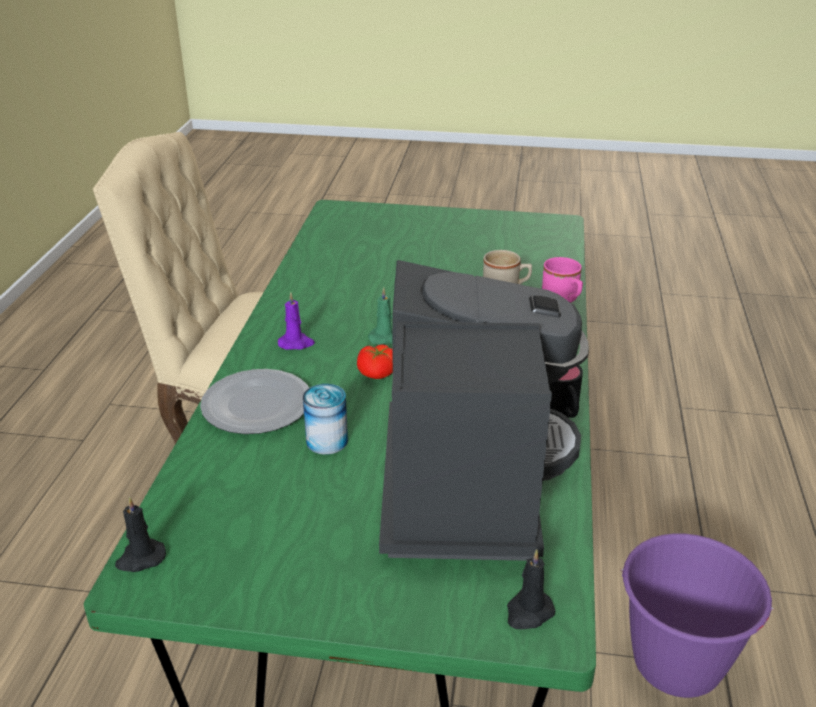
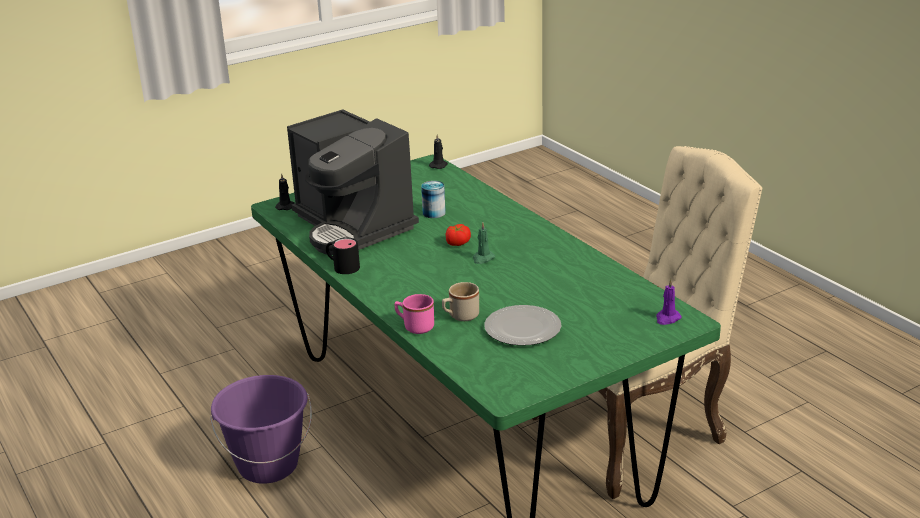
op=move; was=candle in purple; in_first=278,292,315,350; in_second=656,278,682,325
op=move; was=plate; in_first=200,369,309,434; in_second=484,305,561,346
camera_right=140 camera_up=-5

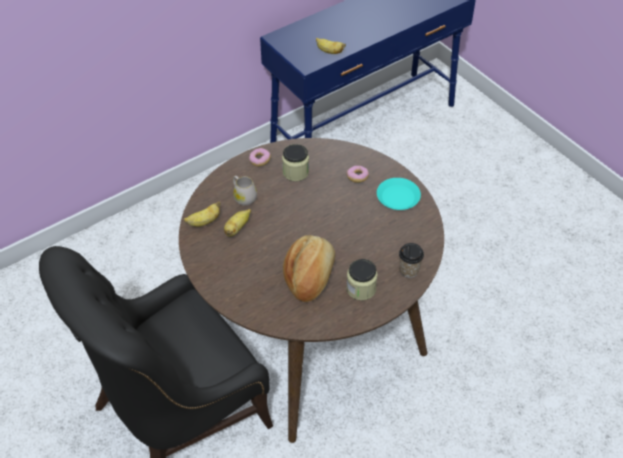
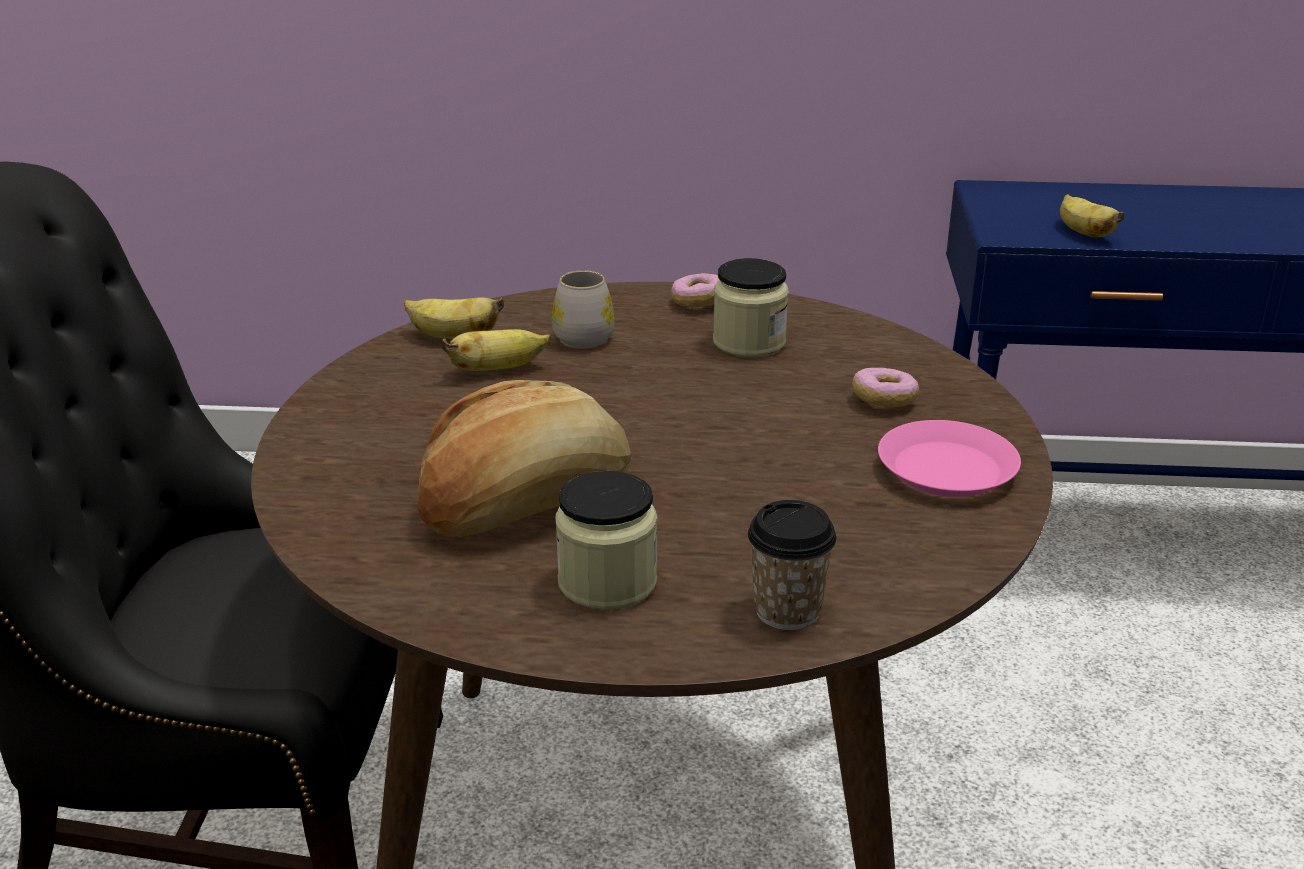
op=recolor; was=plate in turquoise; now=plate in pink; in_first=377,178,421,210; in_second=878,420,1021,497
camera_right=40 camera_up=-20

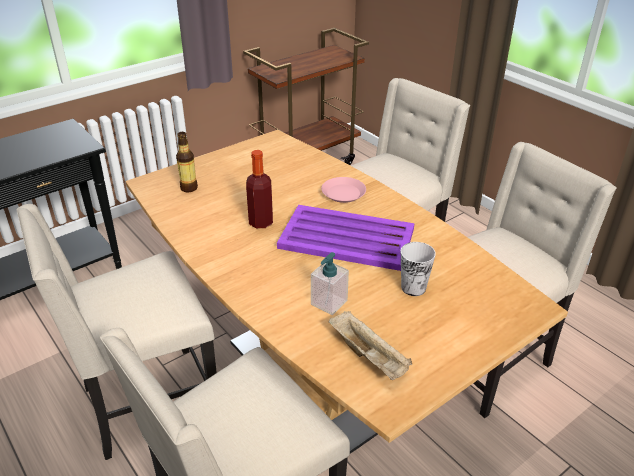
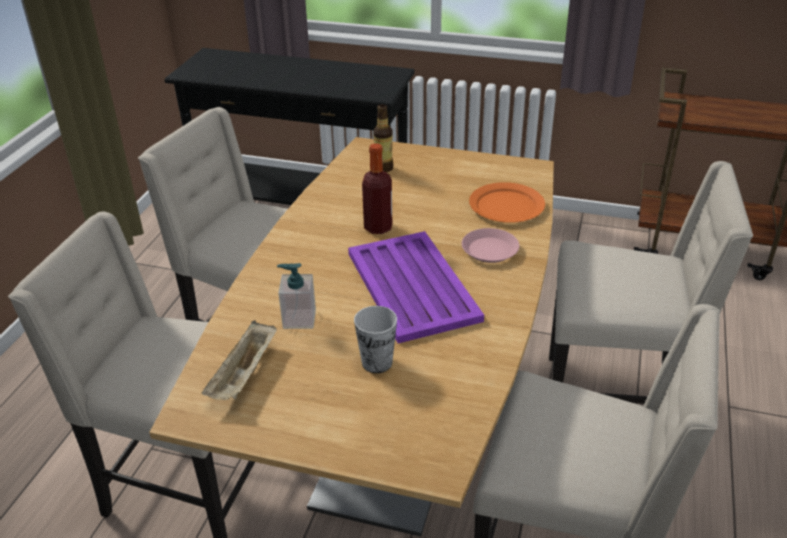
op=insert; now=plate in orange; in_second=469,182,545,223
camera_right=55 camera_up=0

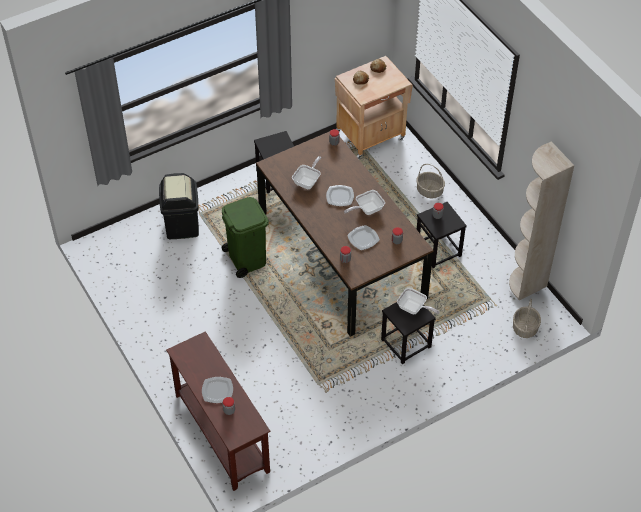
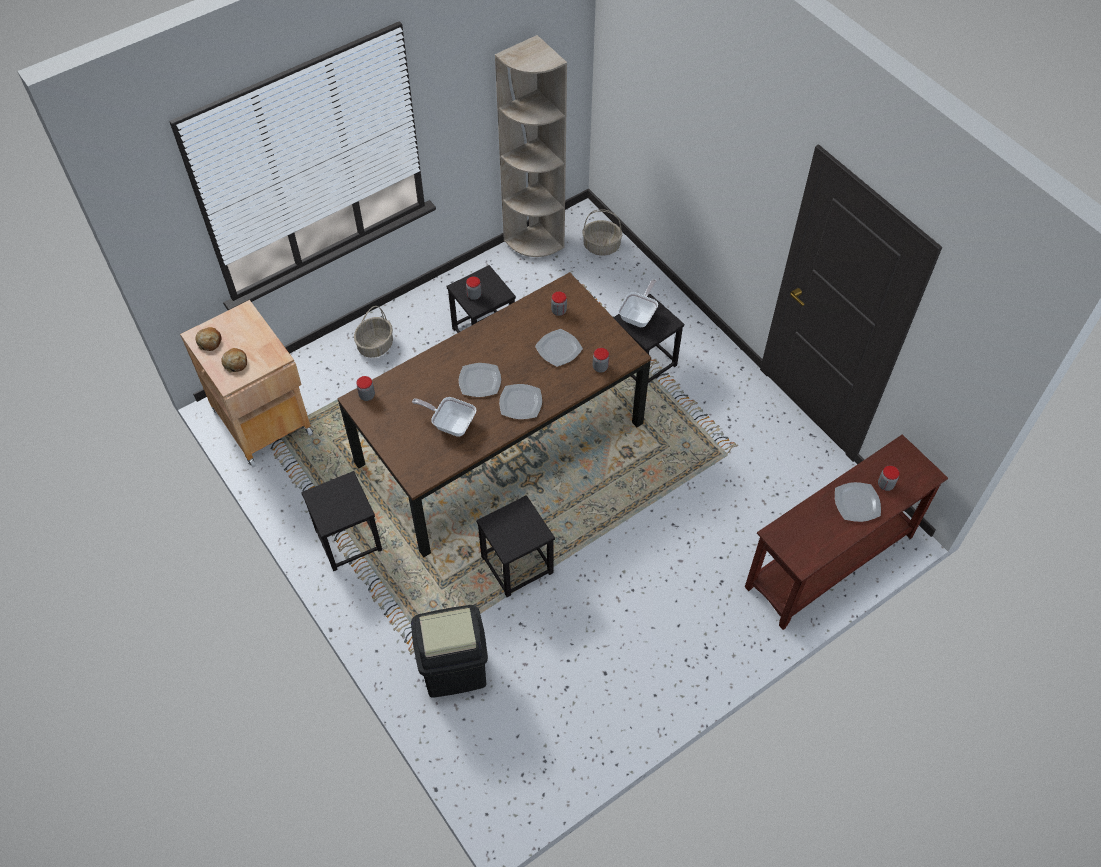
op=delete; was=frying pan; in_first=344,190,385,215
op=replace; was=trash can in green; now=stool in black; in_first=222,197,269,278; in_second=476,495,555,597
op=insert; now=plate; in_second=499,384,542,419
camera_right=-95 camera_up=5

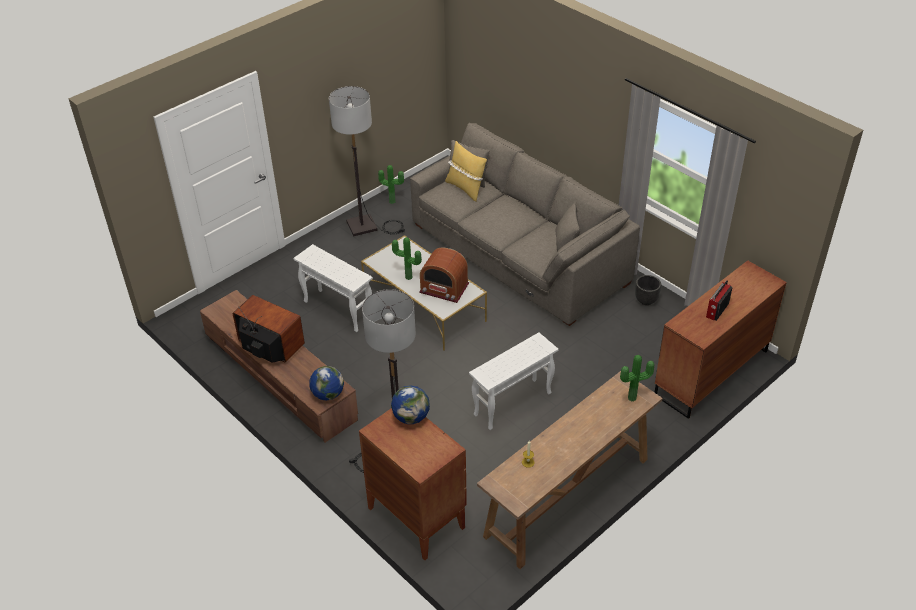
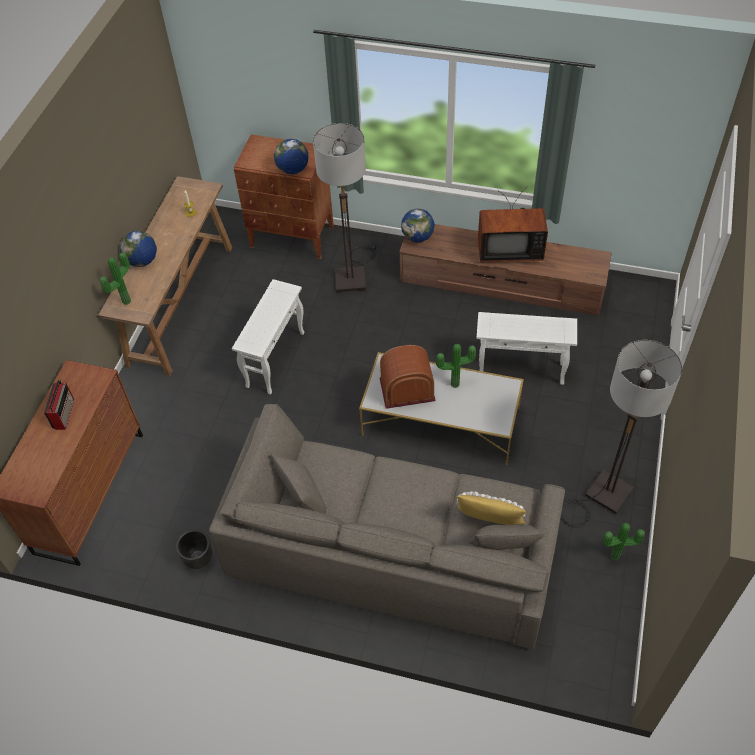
op=insert; now=globe; in_second=120,231,157,267
camera_right=150 camera_up=10

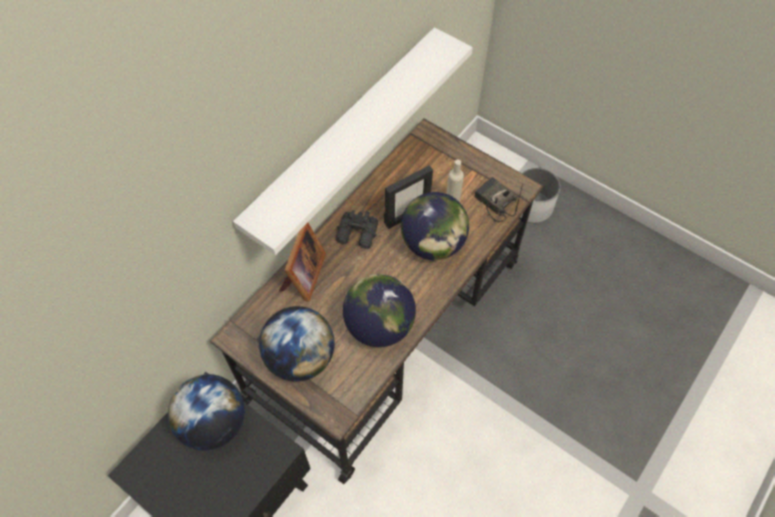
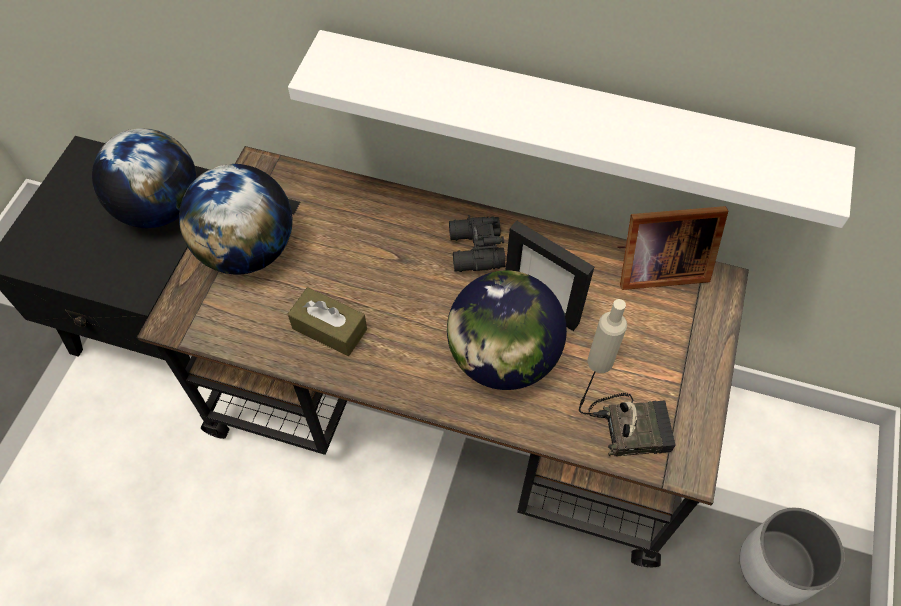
op=rotate; was=radio; in_first=475,177,523,222; in_second=579,371,676,457; clockwise=60
op=move; was=picture frame; in_first=279,223,326,302; in_second=617,206,728,290
op=replace; was=globe; now=tissue box in brown; in_first=343,274,416,347; in_second=288,287,367,356
camera_right=70 camera_up=0

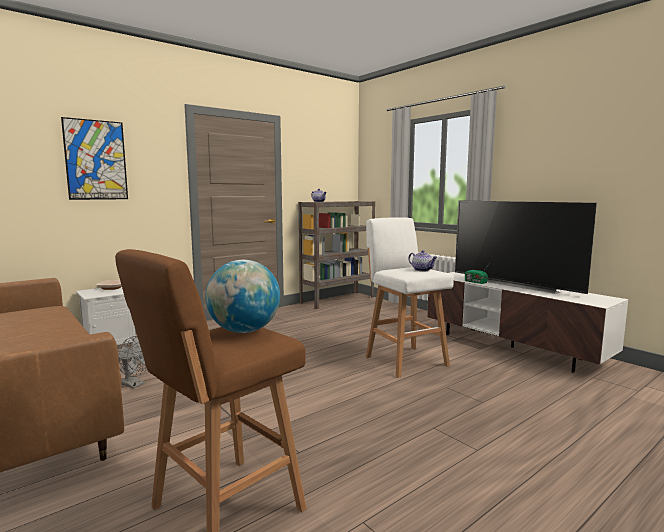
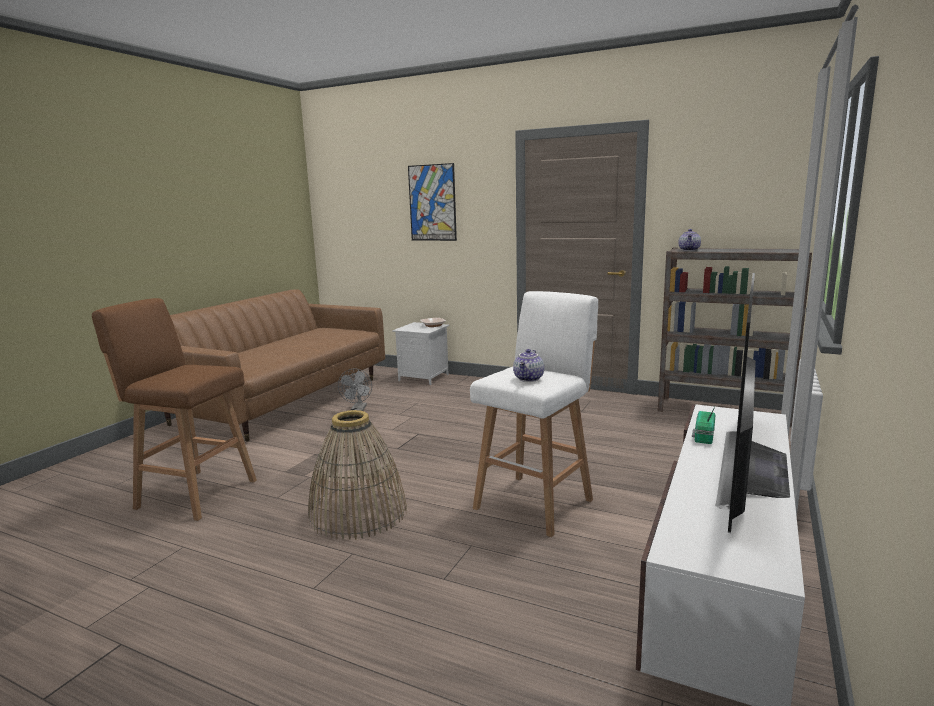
op=delete; was=globe; in_first=205,260,280,333
op=insert; now=basket; in_second=308,410,407,540
camera_right=65 camera_up=5

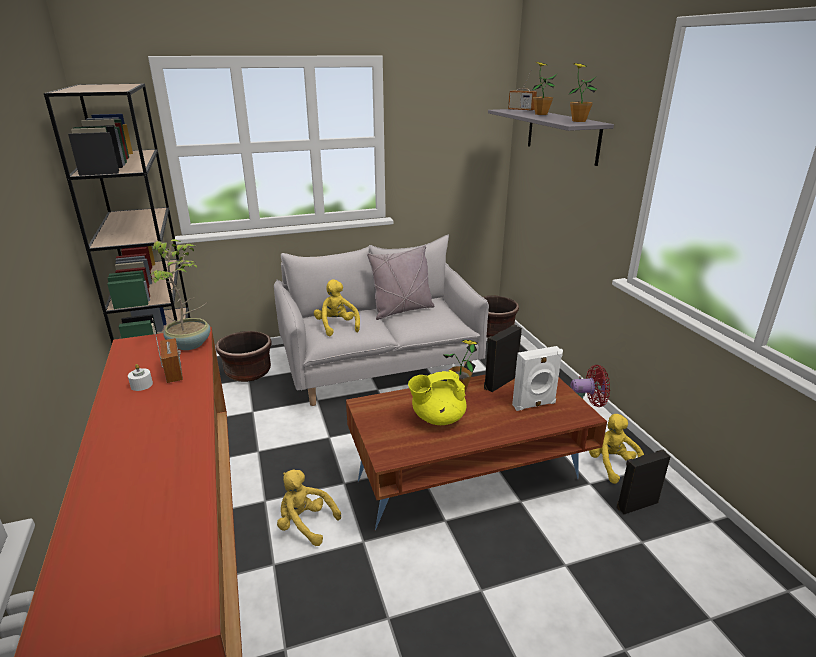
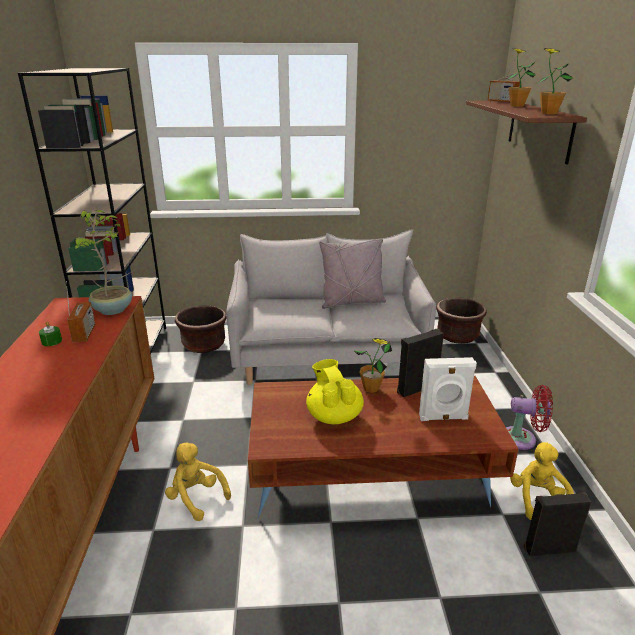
op=recolor; was=shelf in grey; now=shelf in brown; in_first=488,109,614,166; in_second=466,101,587,165
op=delete; was=plush toy in yellow; in_first=314,279,360,336
op=recolor; was=candle in white; now=candle in green; in_first=128,364,153,391; in_second=39,321,62,346
op=rotate; was=teapot in yellow; in_first=408,370,467,425; in_second=306,359,364,424; clockwise=75
camera_right=15 camera_up=0

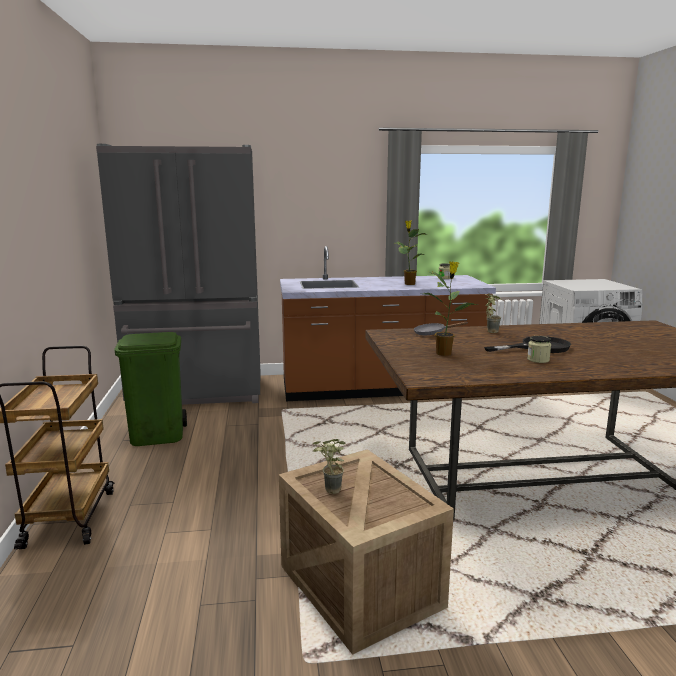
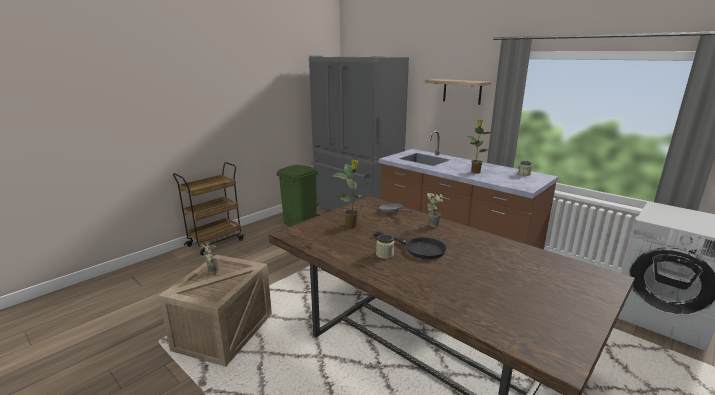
op=insert; now=shelf; in_second=425,79,491,105
camera_right=50 camera_up=5

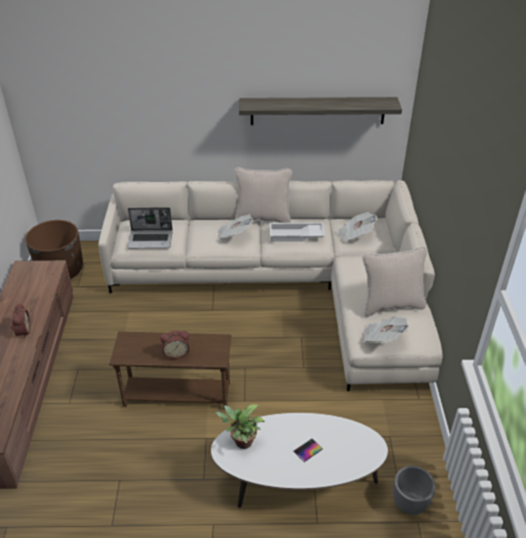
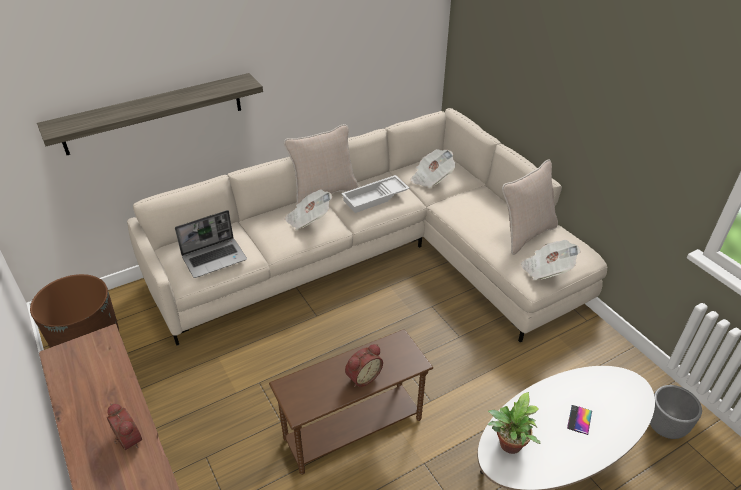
op=move; was=shelf; in_first=239,97,402,125; in_second=37,73,263,155
camera_right=-30 camera_up=0

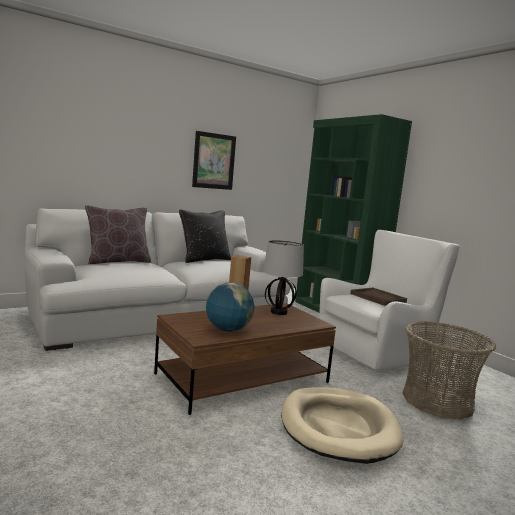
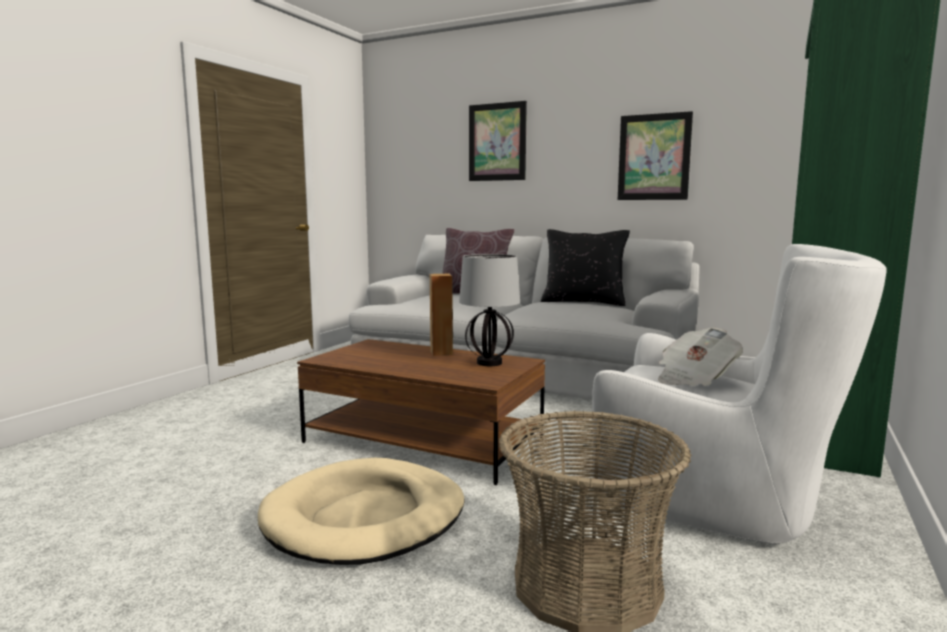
op=delete; was=globe; in_first=206,282,255,332
op=replace; was=tray in brown; now=newspaper; in_first=350,288,407,306; in_second=658,328,743,386
op=insert; now=picture; in_second=469,101,527,181
camera_right=60 camera_up=0

